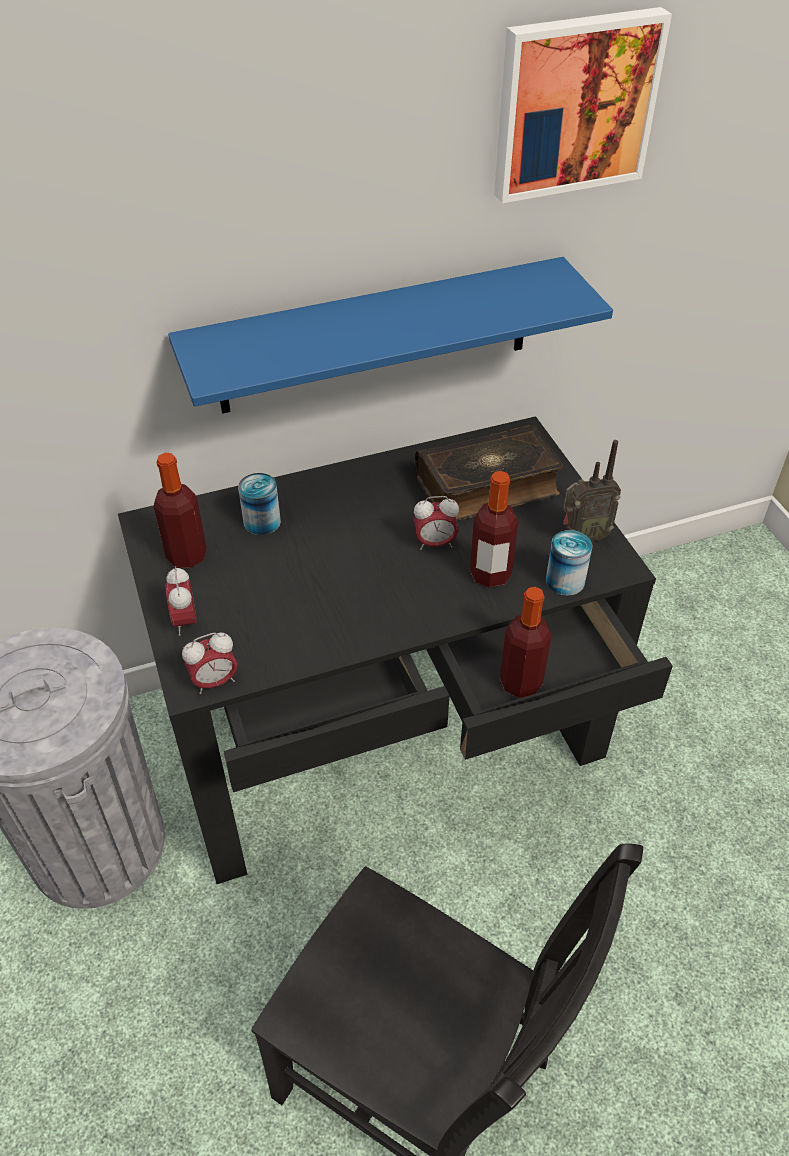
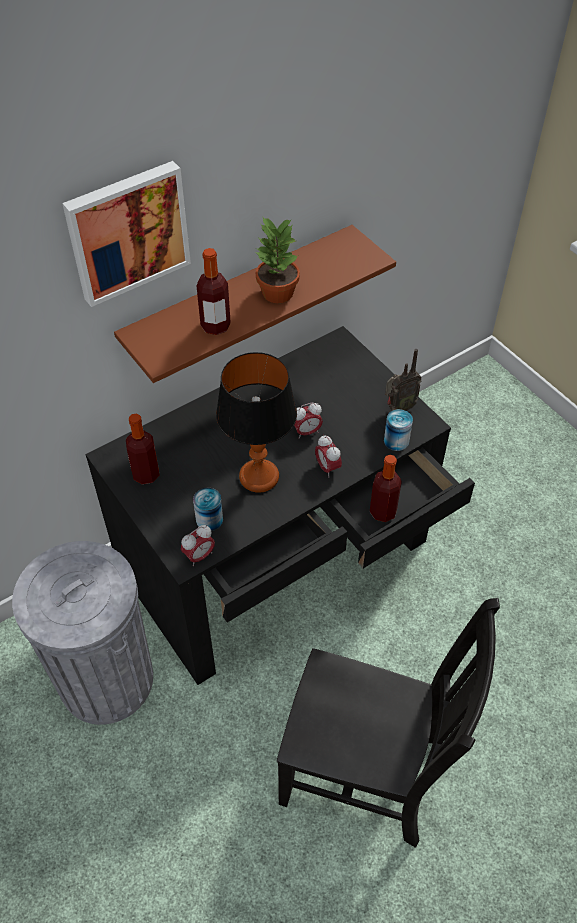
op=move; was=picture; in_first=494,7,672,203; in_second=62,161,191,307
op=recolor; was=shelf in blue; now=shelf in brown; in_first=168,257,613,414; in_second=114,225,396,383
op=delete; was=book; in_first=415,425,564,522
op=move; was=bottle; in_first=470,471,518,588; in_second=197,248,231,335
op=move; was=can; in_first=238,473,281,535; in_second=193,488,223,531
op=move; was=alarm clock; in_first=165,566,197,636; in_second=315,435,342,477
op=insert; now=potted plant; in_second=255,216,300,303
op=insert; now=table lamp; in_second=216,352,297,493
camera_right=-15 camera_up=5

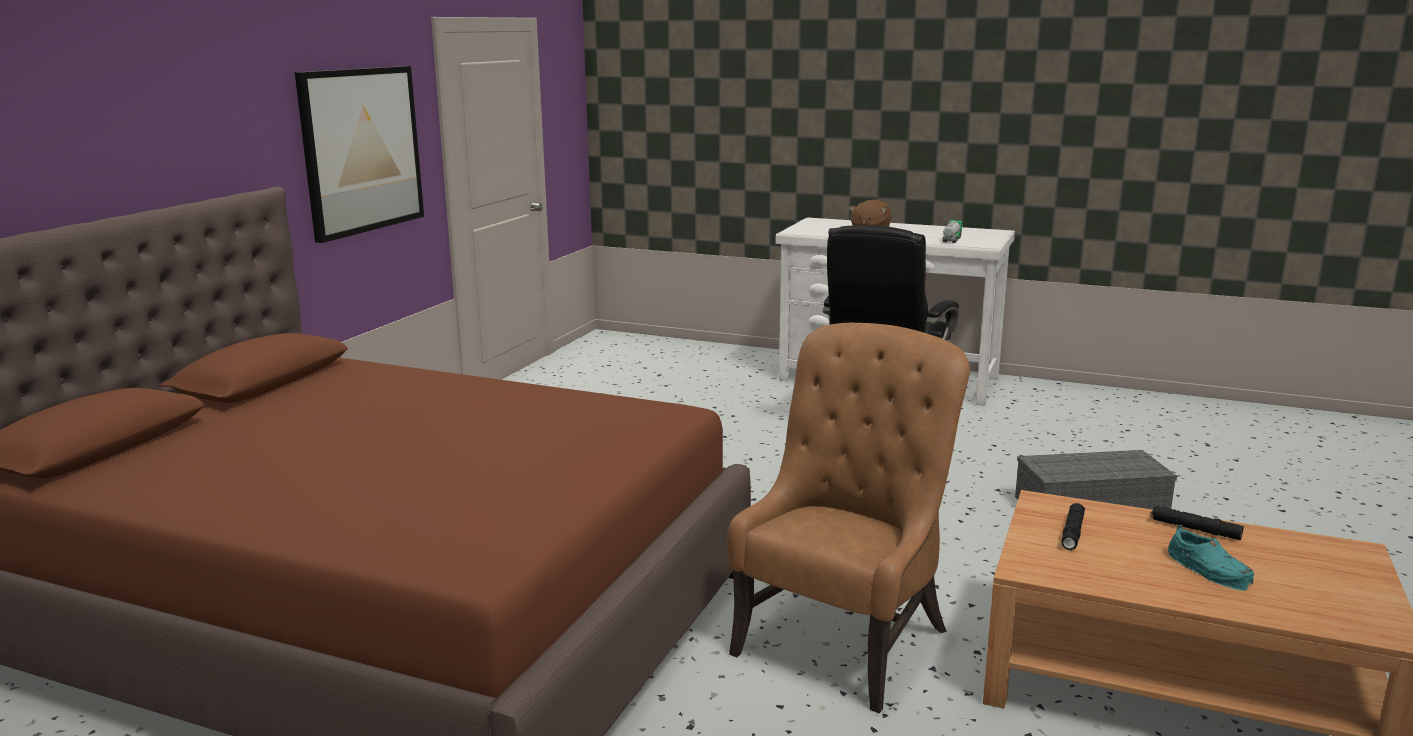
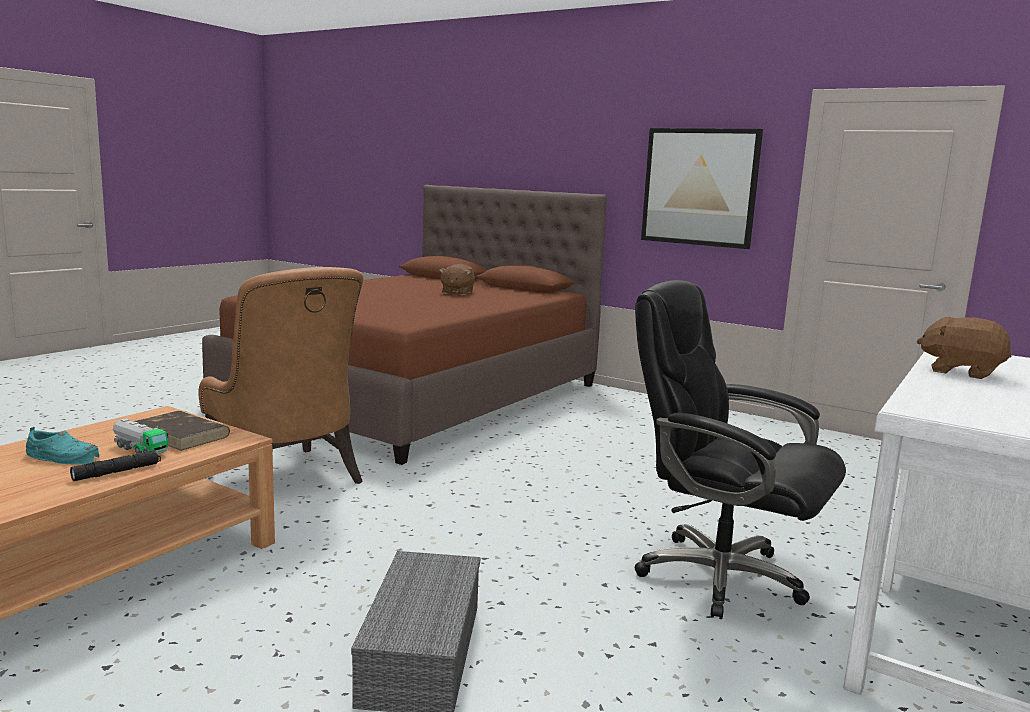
op=move; was=toy truck; in_first=943,220,964,243; in_second=113,419,168,454
op=replace; was=flashlight in black; now=book in brown; in_first=1061,503,1085,550; in_second=133,411,230,451
op=rotate; was=shoe in turquoise; in_first=1168,525,1254,591; in_second=26,427,99,465; clockwise=-150
op=insert; now=plush toy in brown; in_second=439,264,475,295
camera_right=100 camera_up=-5

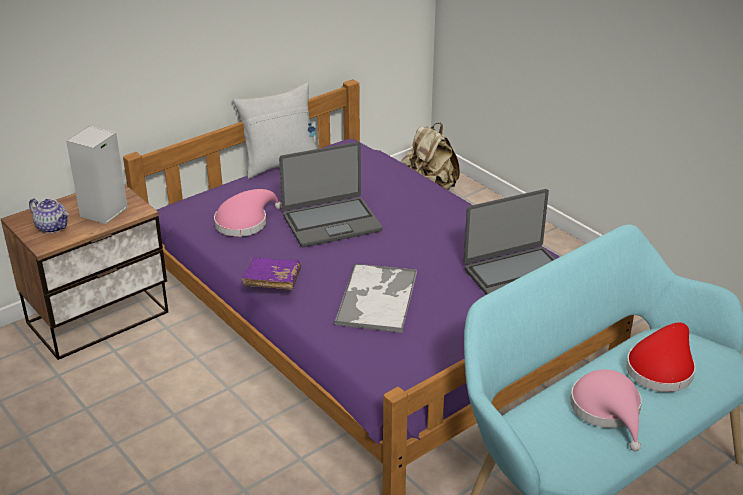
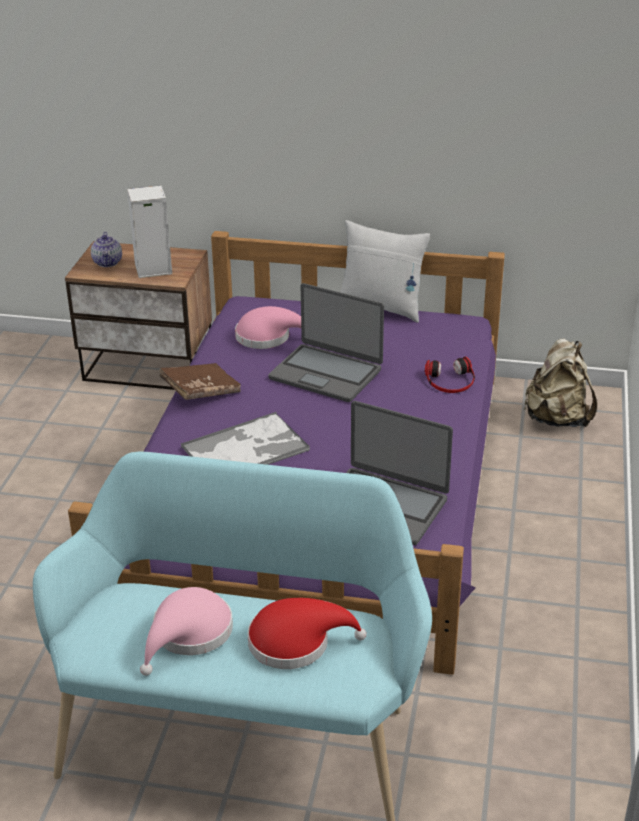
op=recolor; was=book in purple; now=book in brown; in_first=242,257,301,290; in_second=159,363,241,400
op=insert; now=headphones; in_second=425,357,475,393
camera_right=50 camera_up=0

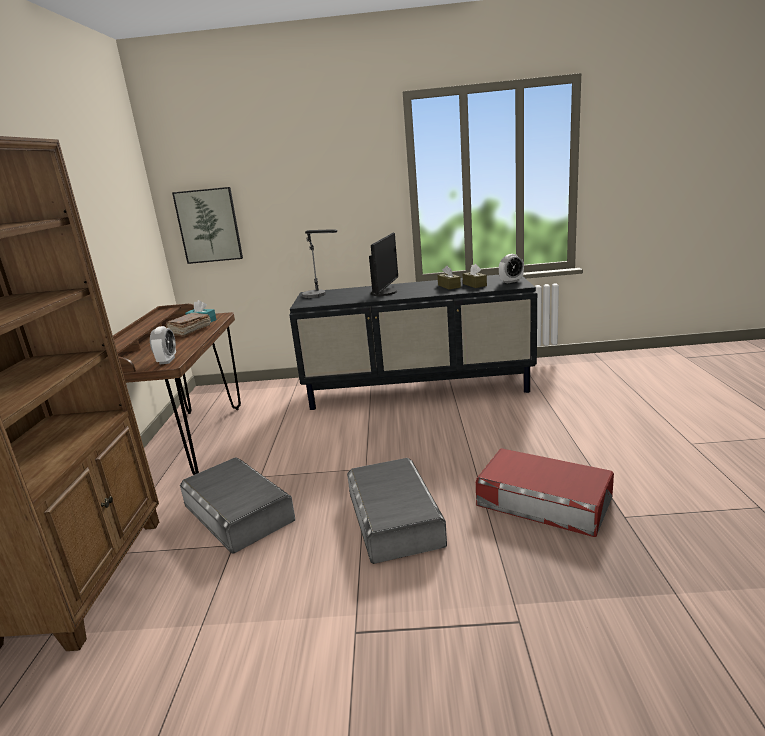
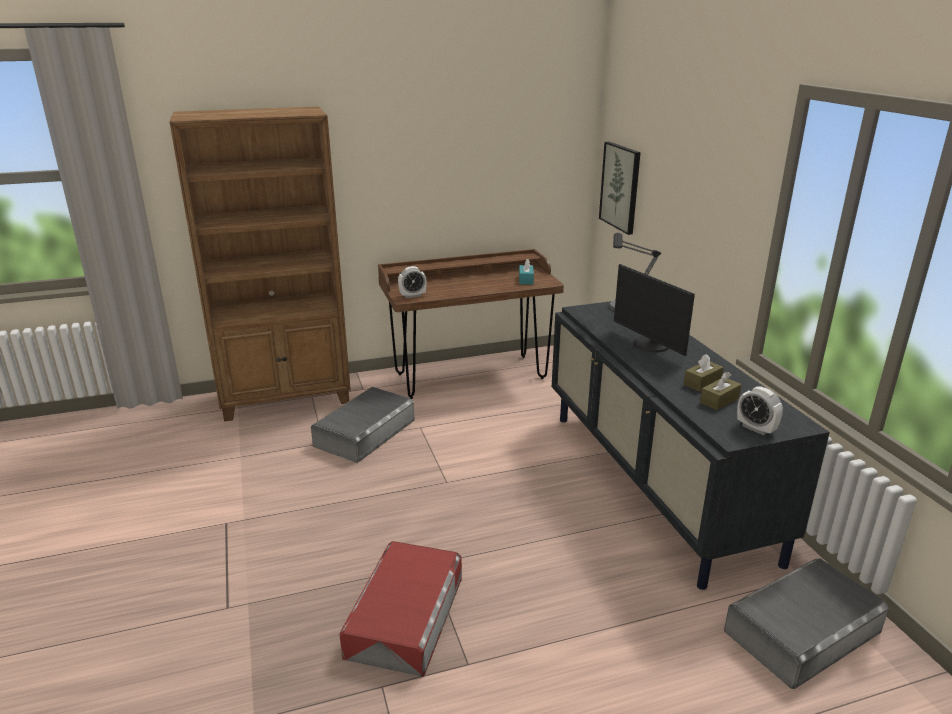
op=rotate; was=monitor; in_first=369,232,398,296; in_second=614,264,695,356; clockwise=60
op=delete; was=book in brown; in_first=166,313,211,337
op=move; was=storage box in grey; in_first=347,458,447,564; in_second=724,558,889,689
camera_right=70 camera_up=5

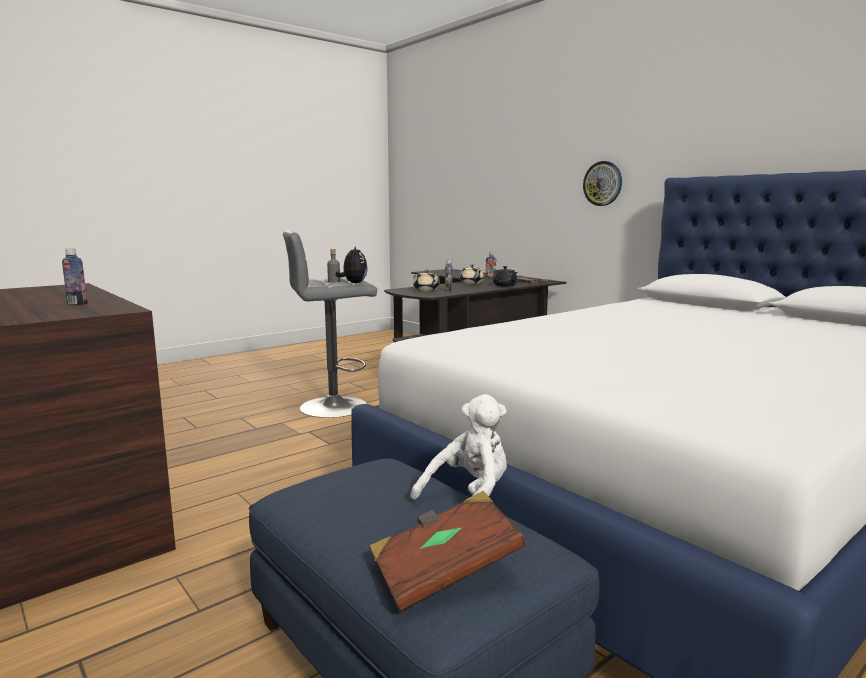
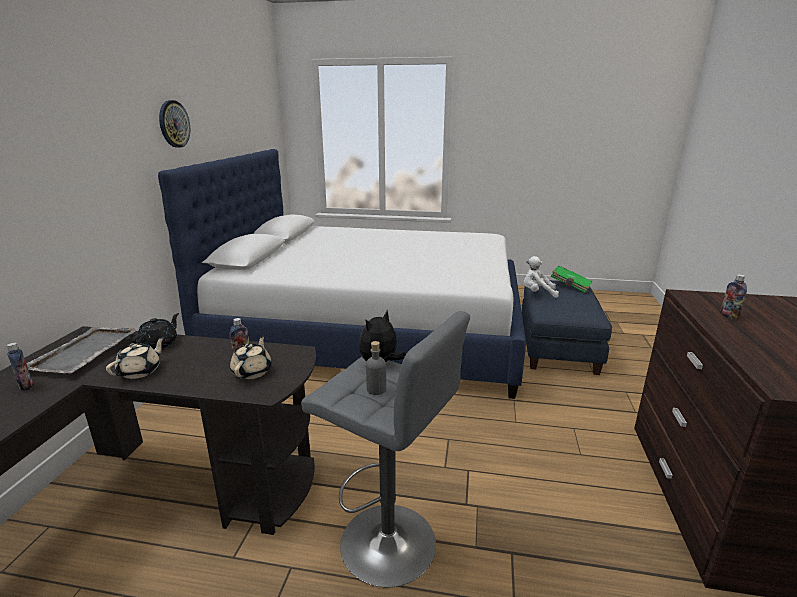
op=move; was=wall clock; in_first=583,161,622,206; in_second=159,100,190,148
op=recolor; was=book in brown; now=book in green; in_first=369,491,525,612; in_second=551,265,592,293
camera_right=-130 camera_up=10

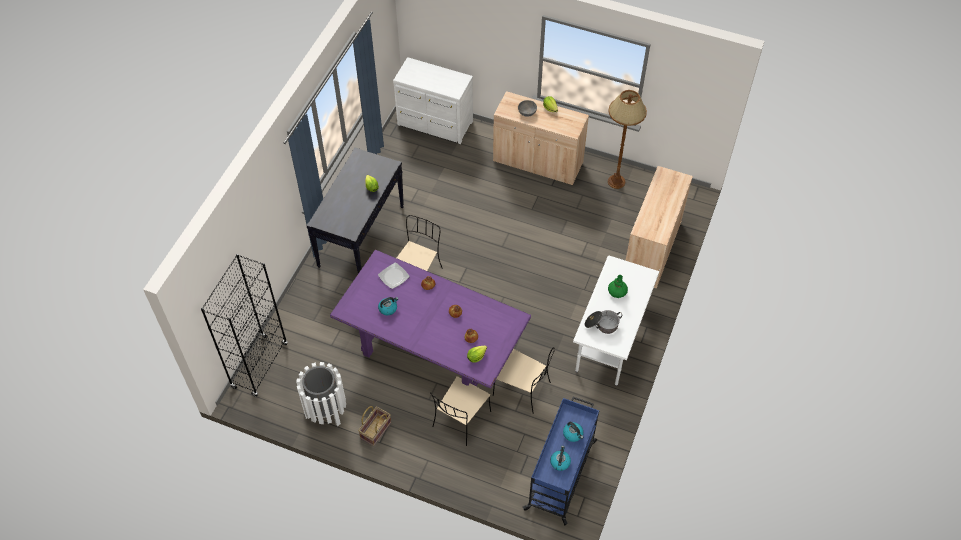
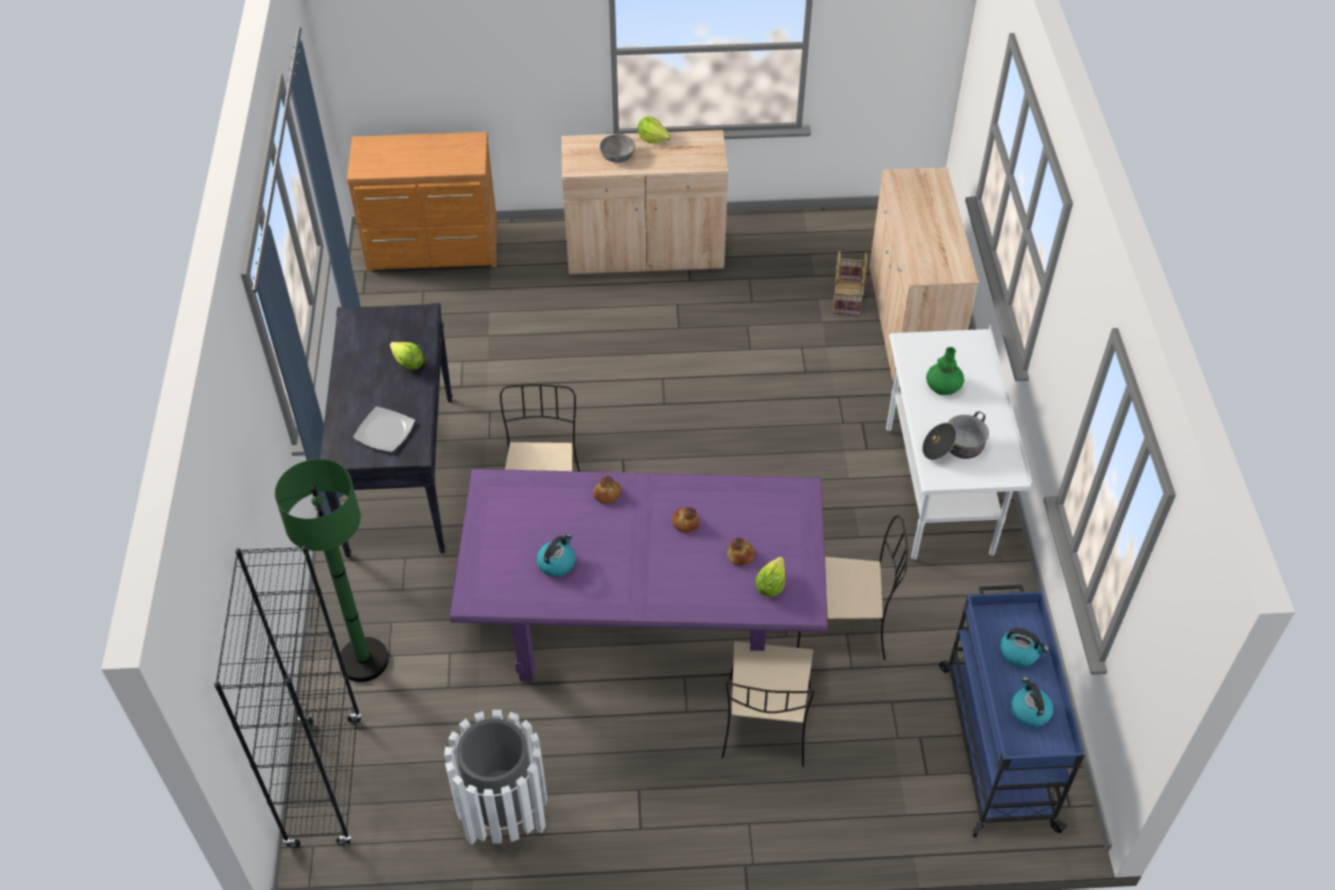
op=recolor; was=dresser in white; now=dresser in brown; in_first=393,57,473,144; in_second=347,132,498,272
op=delete; was=floor lamp in brown; in_first=608,90,647,189
op=move; was=plate; in_first=378,262,410,289; in_second=353,406,415,452
op=move; was=basket; in_first=358,406,391,446; in_second=833,251,868,316
op=insert; now=floor lamp in green; in_second=275,459,389,682
camera_right=-25 camera_up=-5

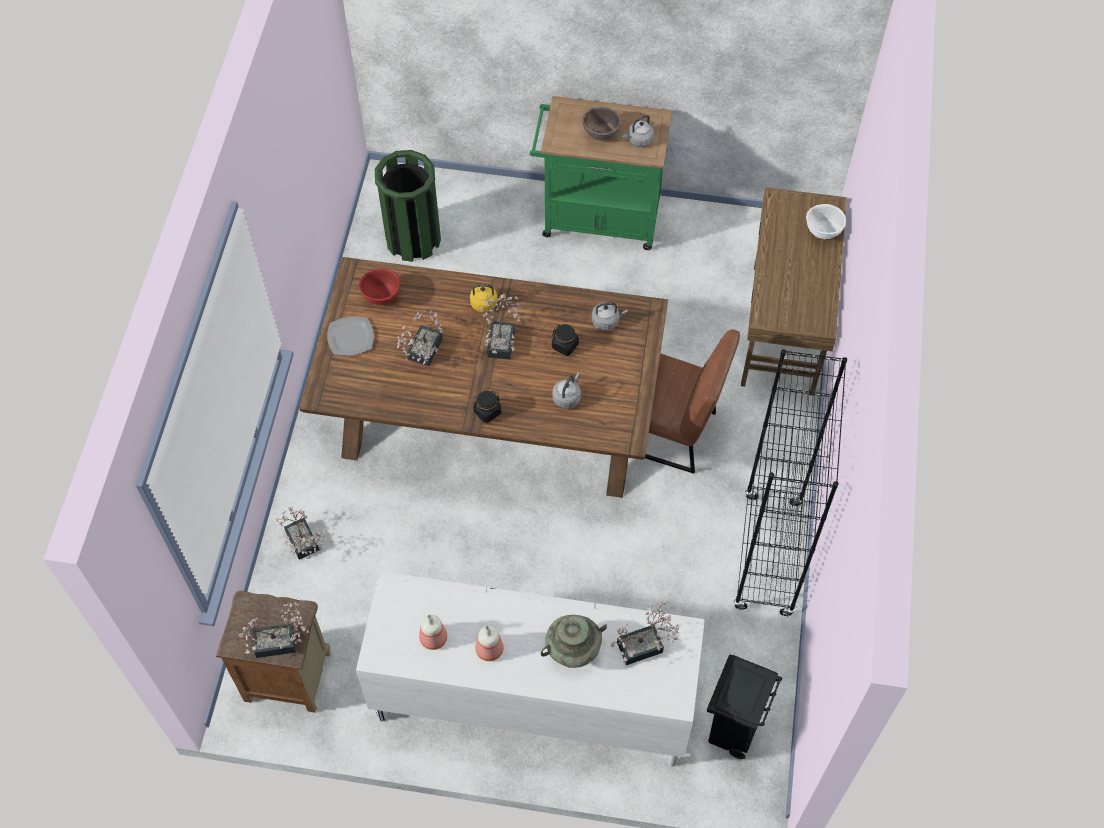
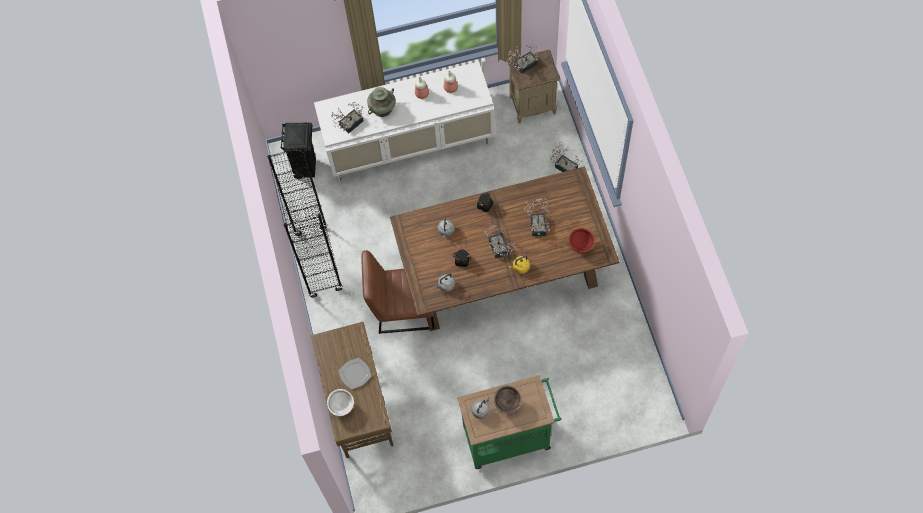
op=delete; was=trash can in green; in_first=375,150,441,262
op=move; was=plate; in_first=327,317,374,355; in_second=339,358,371,389
camera_right=160 camera_up=5

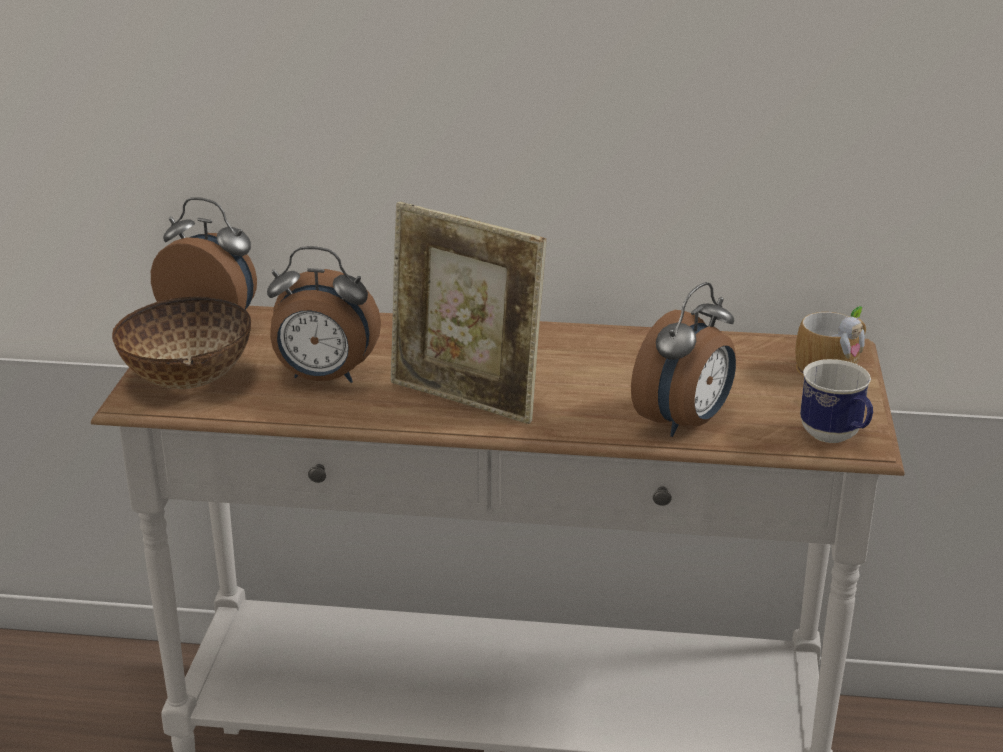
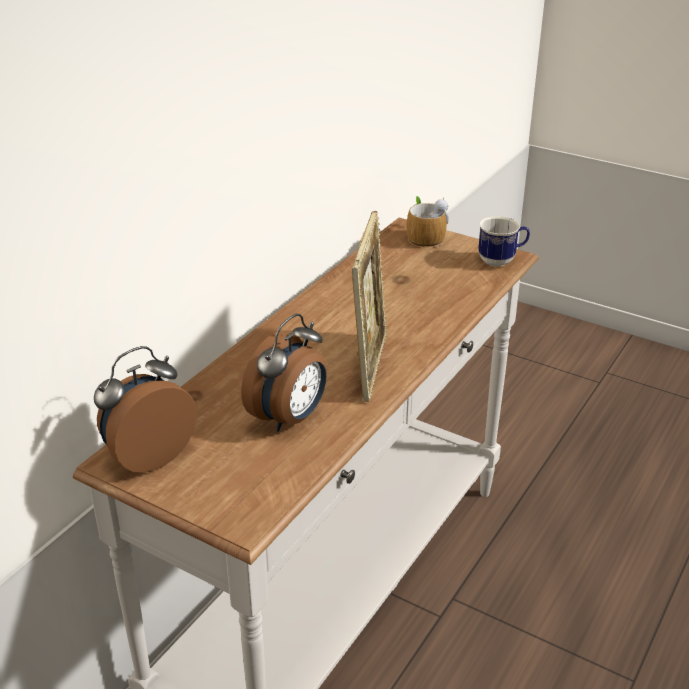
op=rotate; was=picture frame; in_first=391,202,546,424; in_second=352,211,387,402; clockwise=-45
op=delete; was=alarm clock; in_first=631,282,736,437
op=delete; was=bowl; in_first=112,296,251,389
camera_right=-65 camera_up=5

